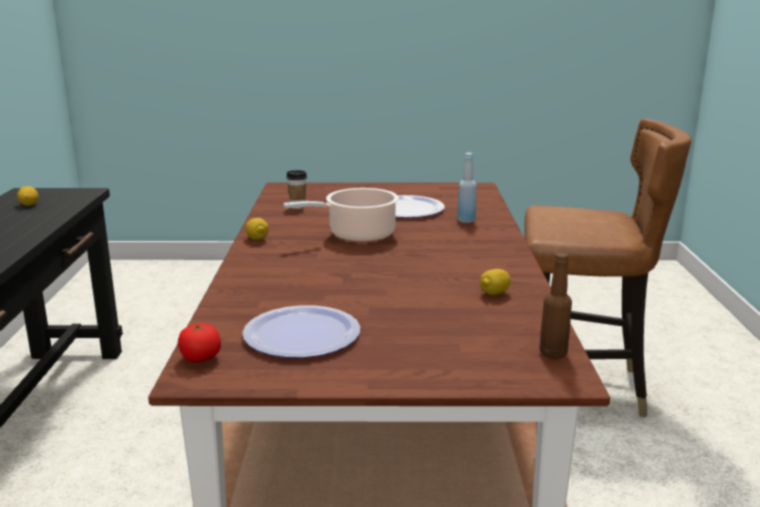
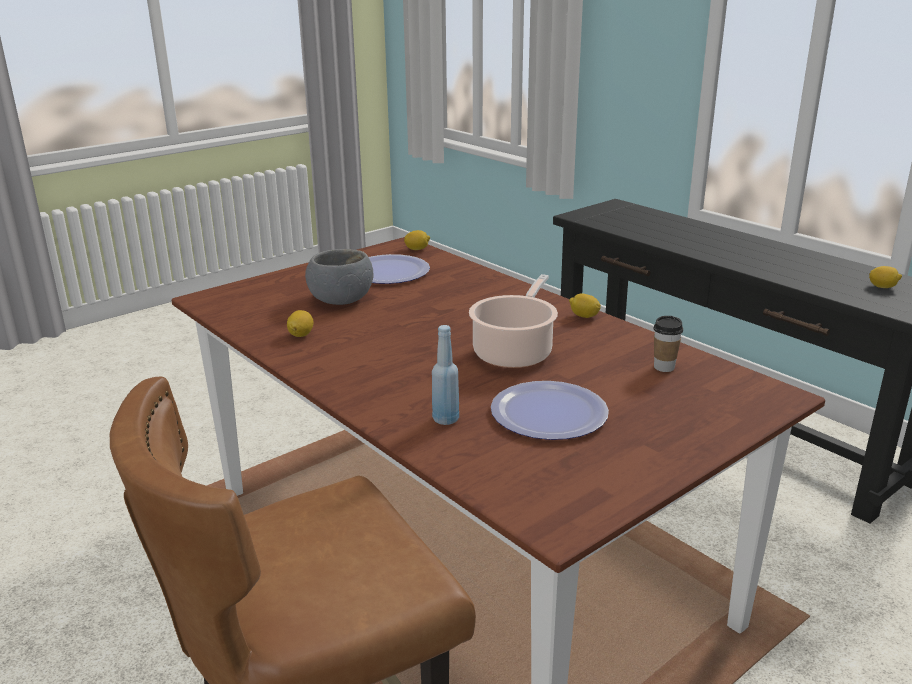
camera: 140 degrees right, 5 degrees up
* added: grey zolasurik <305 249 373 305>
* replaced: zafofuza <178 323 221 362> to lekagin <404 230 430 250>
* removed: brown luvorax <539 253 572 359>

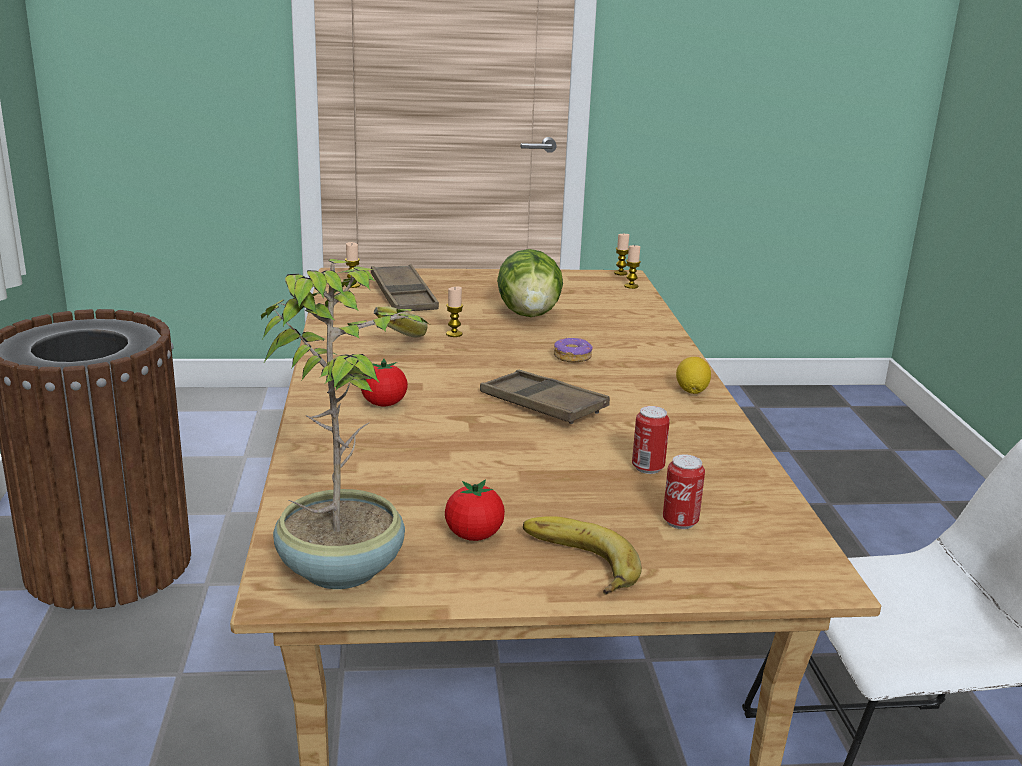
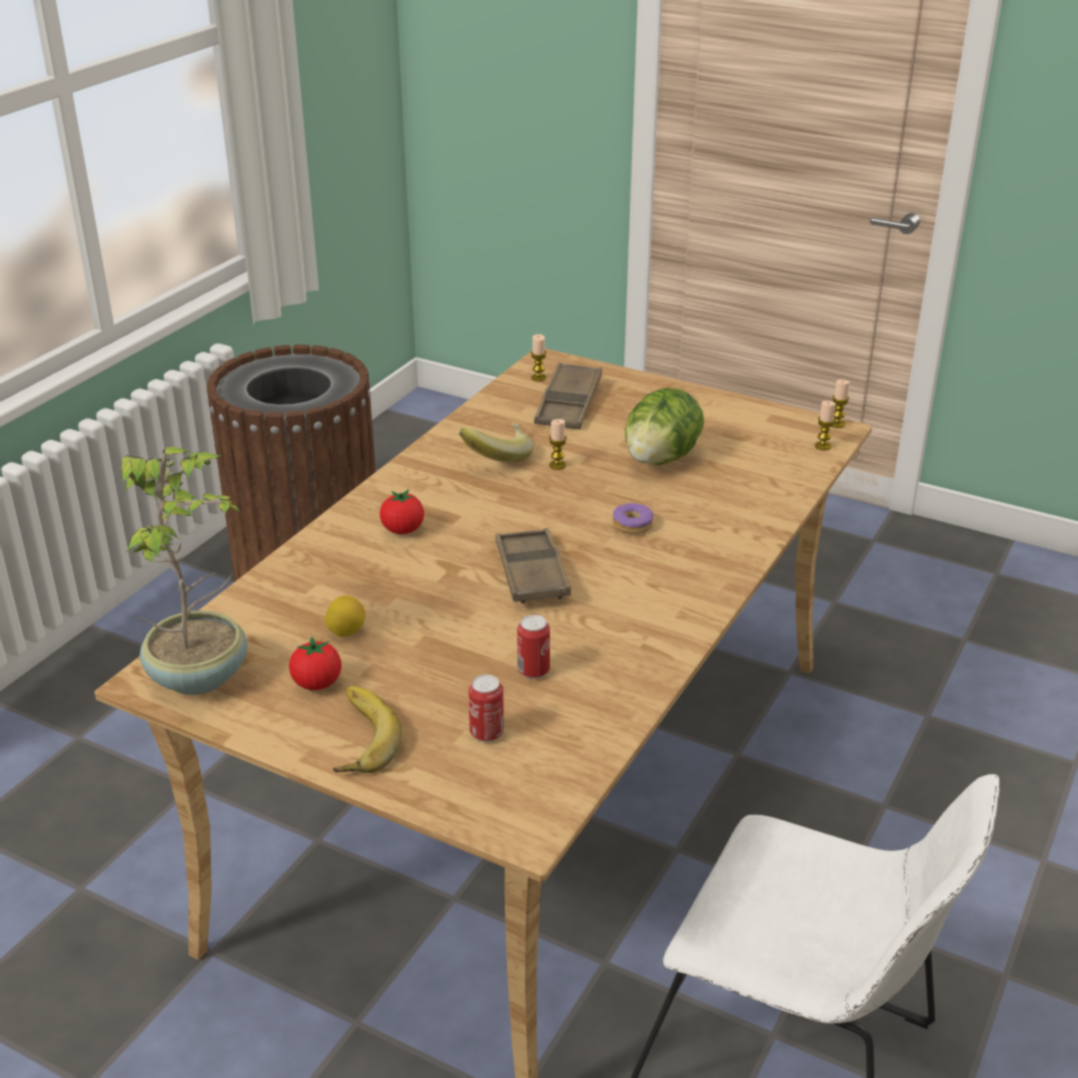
camera: 35 degrees right, 10 degrees up
* moved: lekagin <676 357 711 394> to <325 596 365 637>

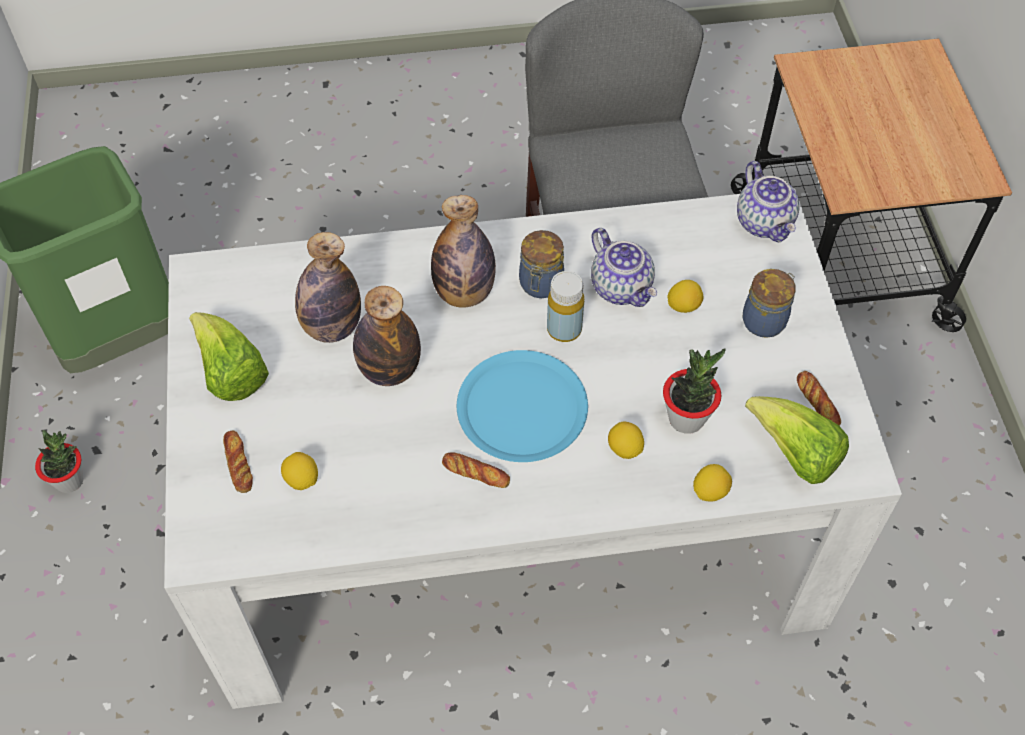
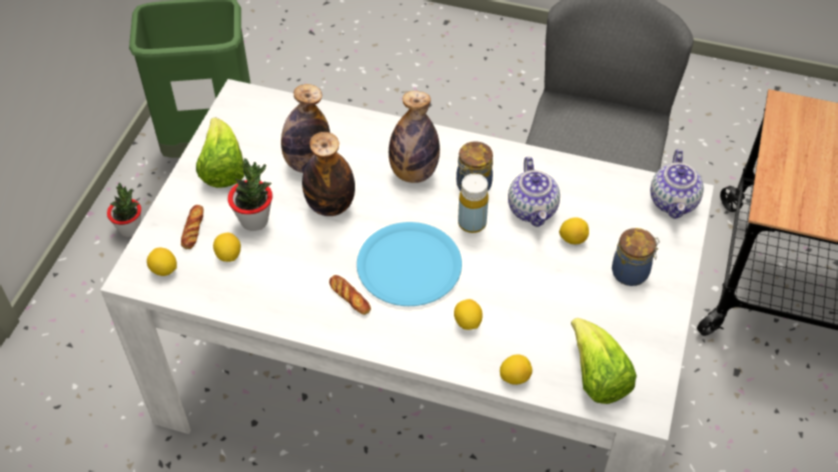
camera: 25 degrees right, 5 degrees down
* added: lekagin <147 248 177 276>
* moved: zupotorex <663 348 726 434> to <228 158 273 231>
* removed: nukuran <797 371 841 426>

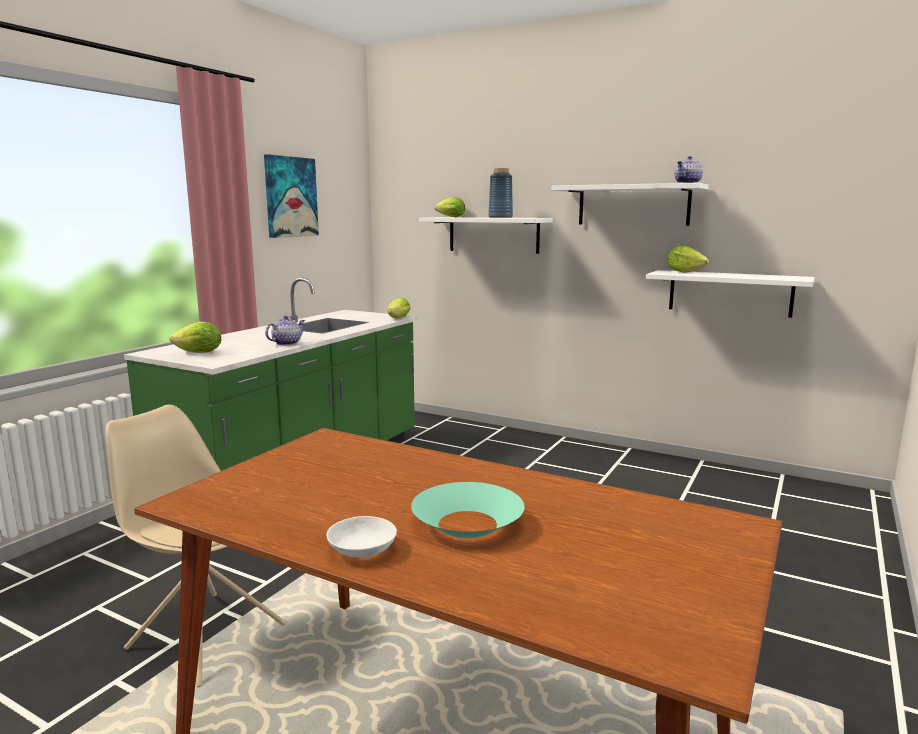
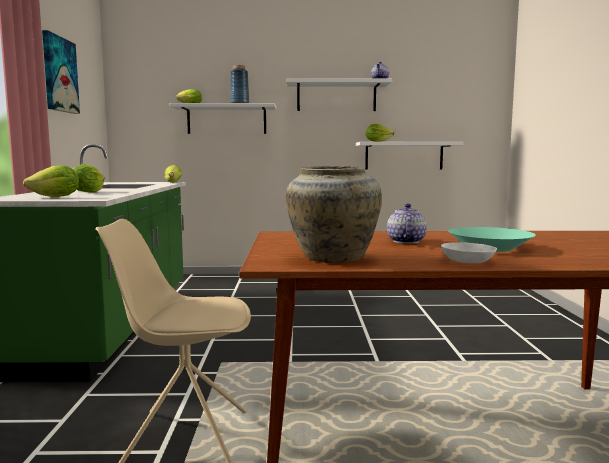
camera: 30 degrees left, 5 degrees down
* added: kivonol <73 164 105 192>
* added: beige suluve <286 166 382 263>
* moved: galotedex <265 316 306 345> to <387 203 427 244>

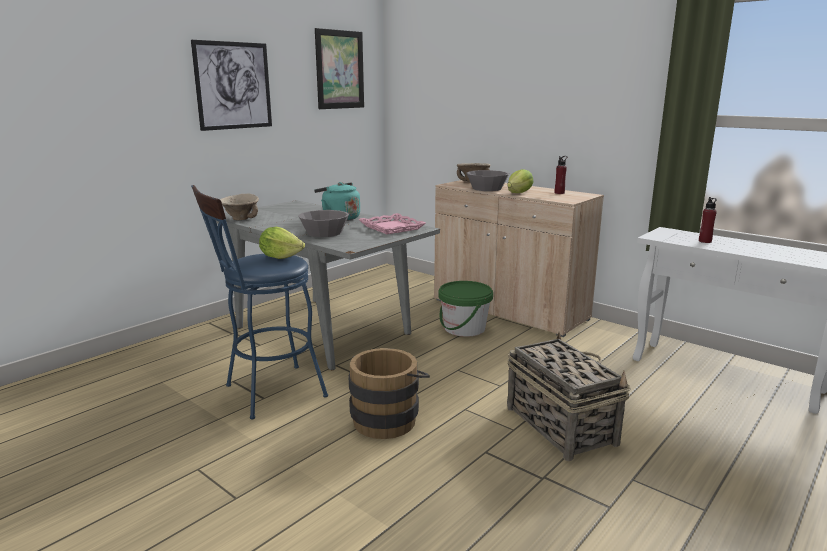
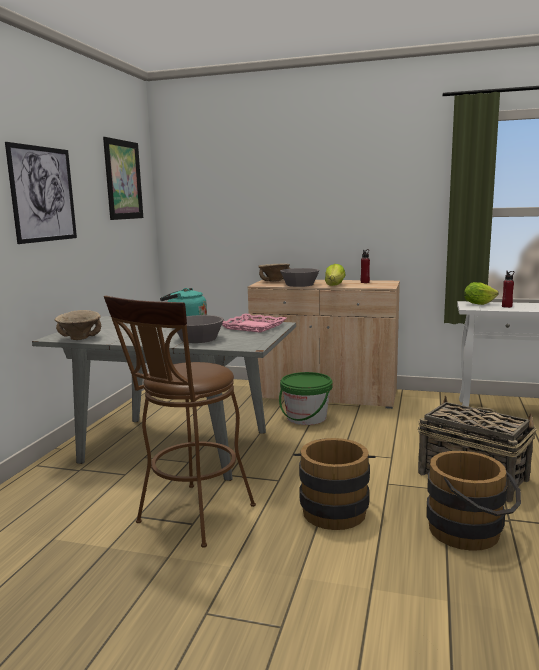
camera: 25 degrees left, 5 degrees down
* recoloured: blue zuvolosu <191 185 328 419> to brown zuvolosu <104 295 256 548>
* added: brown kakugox <426 451 521 551>
* moved: kivonol <259 227 305 259> to <464 282 499 305>

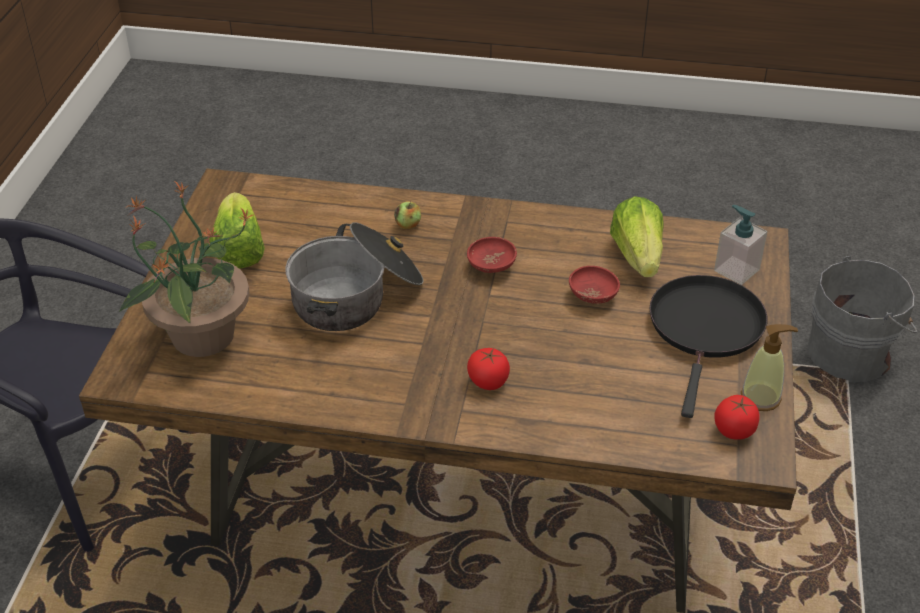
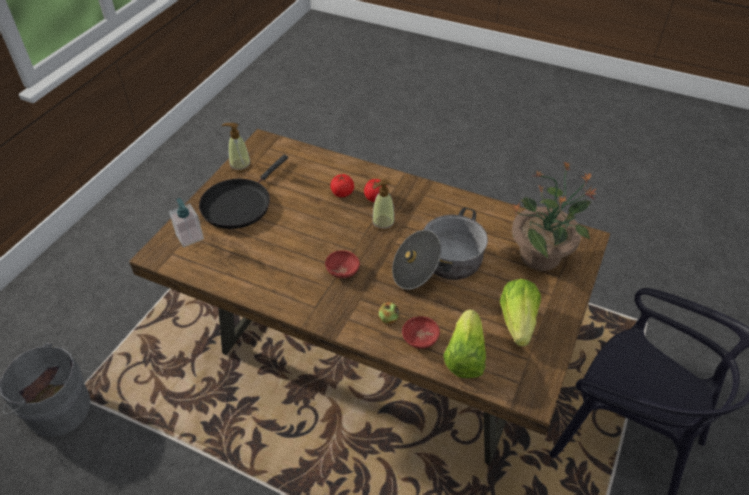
camera: 165 degrees left, 5 degrees up
* moved: zafofuza <714 395 760 440> to <330 173 354 197>
* added: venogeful <372 179 395 231>
* moved: red zolasurik <569 266 620 304> to <402 316 440 349>
* moved: kivonol <610 196 664 277> to <443 309 486 378>

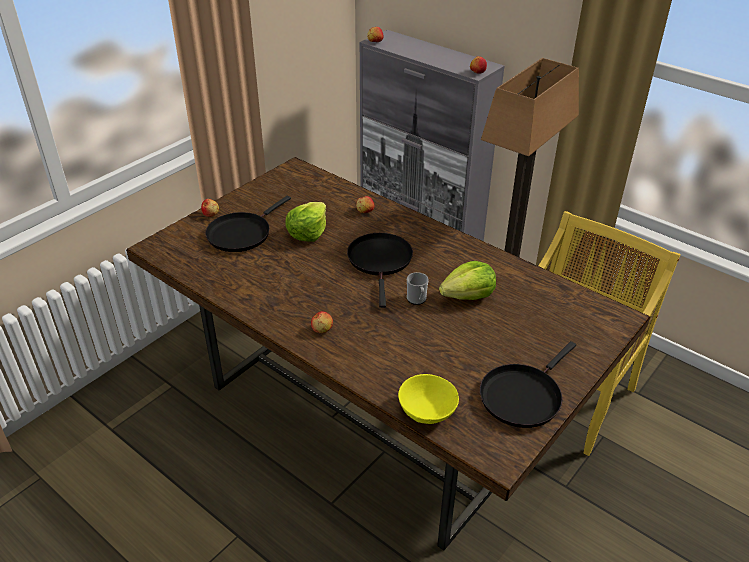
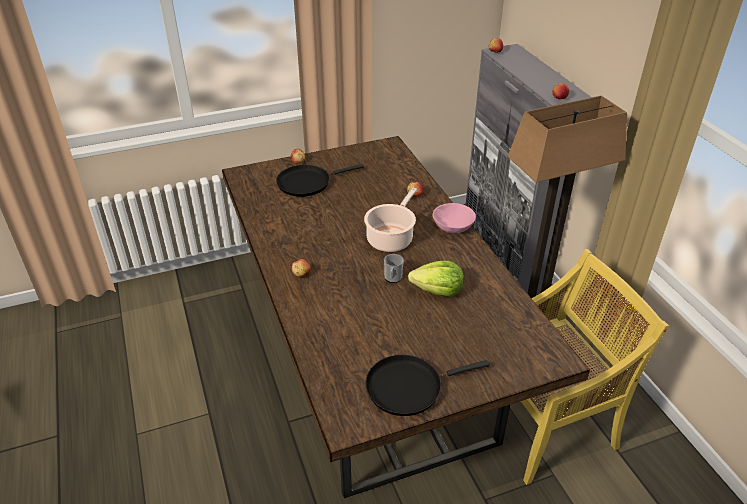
camera: 30 degrees right, 0 degrees up
* replaced: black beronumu <347 233 413 308> to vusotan <364 188 417 252>
* added: pink zolasurik <433 203 476 233>
* removed: kivonol <285 202 326 242>
* removed: yellow zolasurik <398 374 459 424>

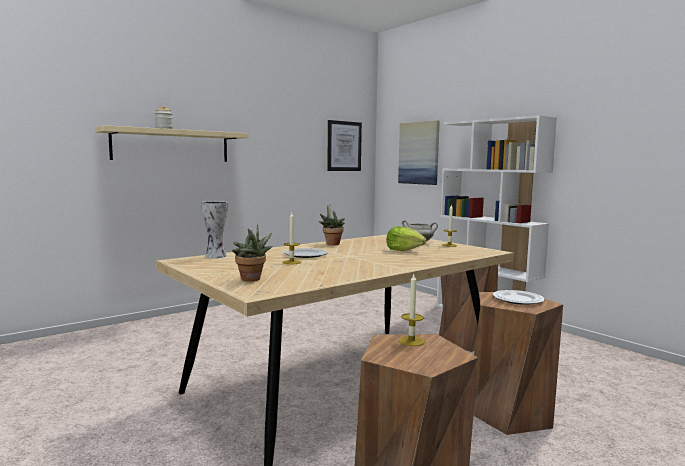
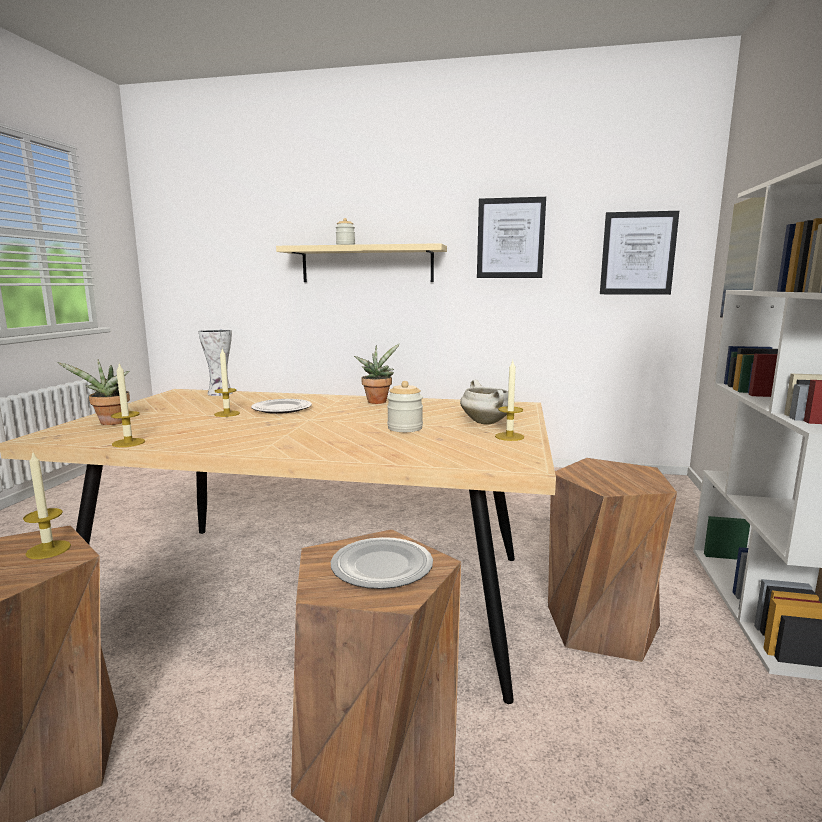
camera: 50 degrees right, 5 degrees up
* added: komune <111 364 145 447>
* replaced: kivonol <386 227 426 251> to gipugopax <387 381 423 432>
* added: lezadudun <477 197 546 278>

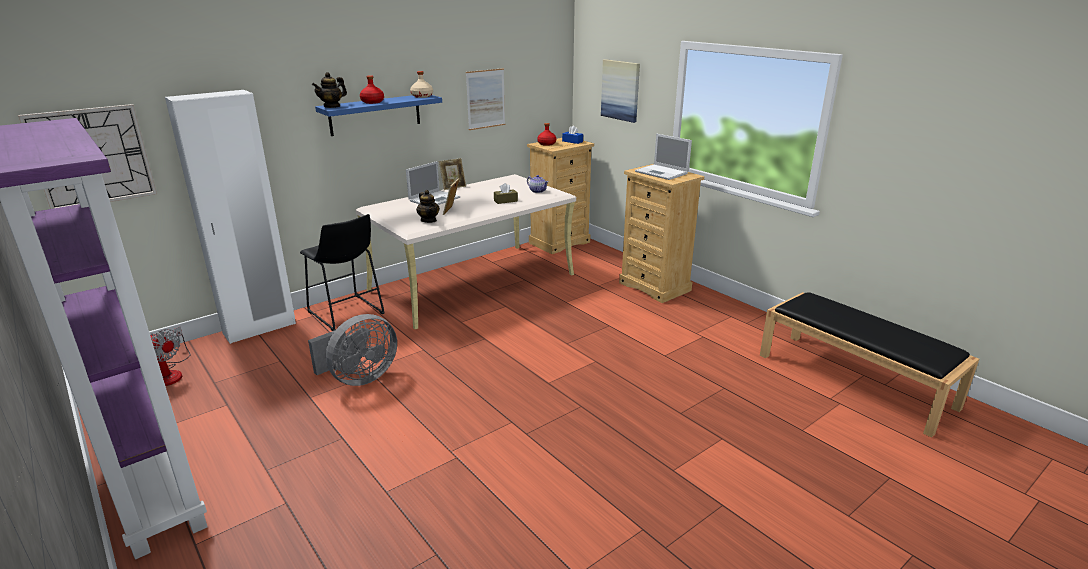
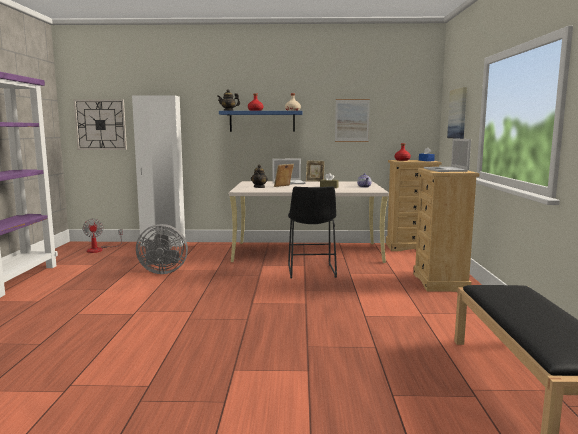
camera: 40 degrees right, 15 degrees down
* moved: black zuvolosu <300 214 384 331> to <288 186 337 279>

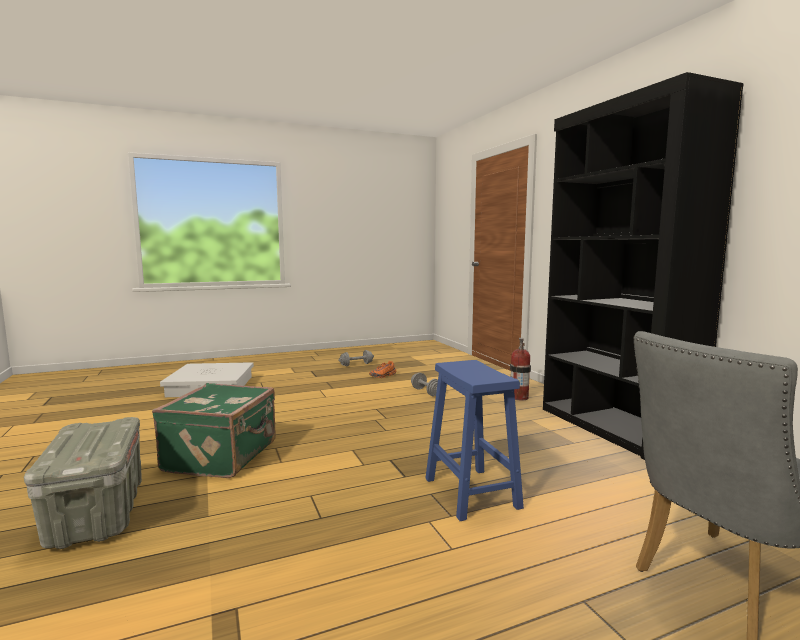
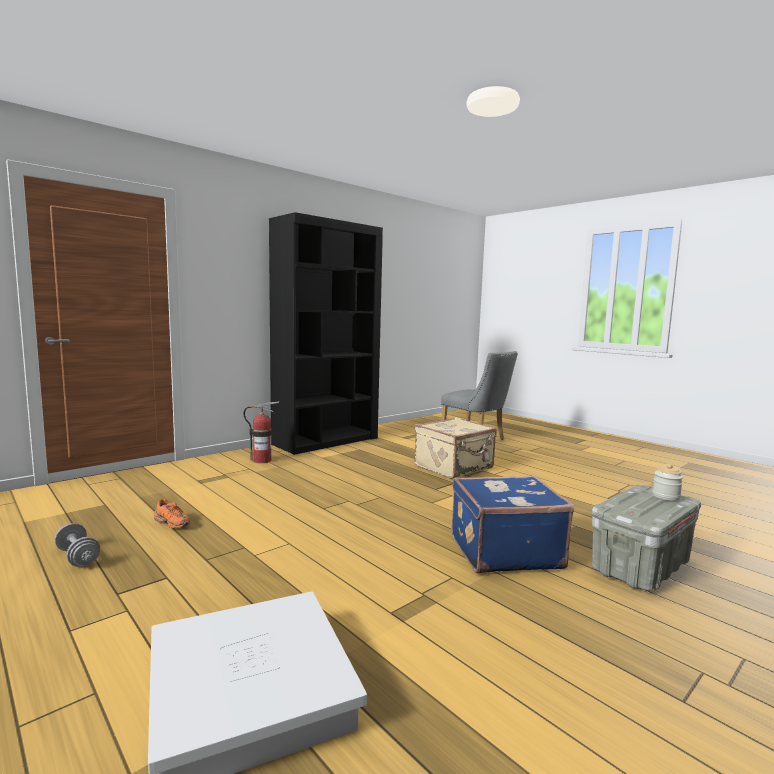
camera: 110 degrees left, 0 degrees up
* replaced: blue zuvolosu <425 360 524 521> to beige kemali <414 417 497 479>
* recoloured: green kemali <152 383 276 478> to blue kemali <452 475 574 574>
* added: gipugopax <652 464 683 501>
* removed: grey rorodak <411 373 438 396>

